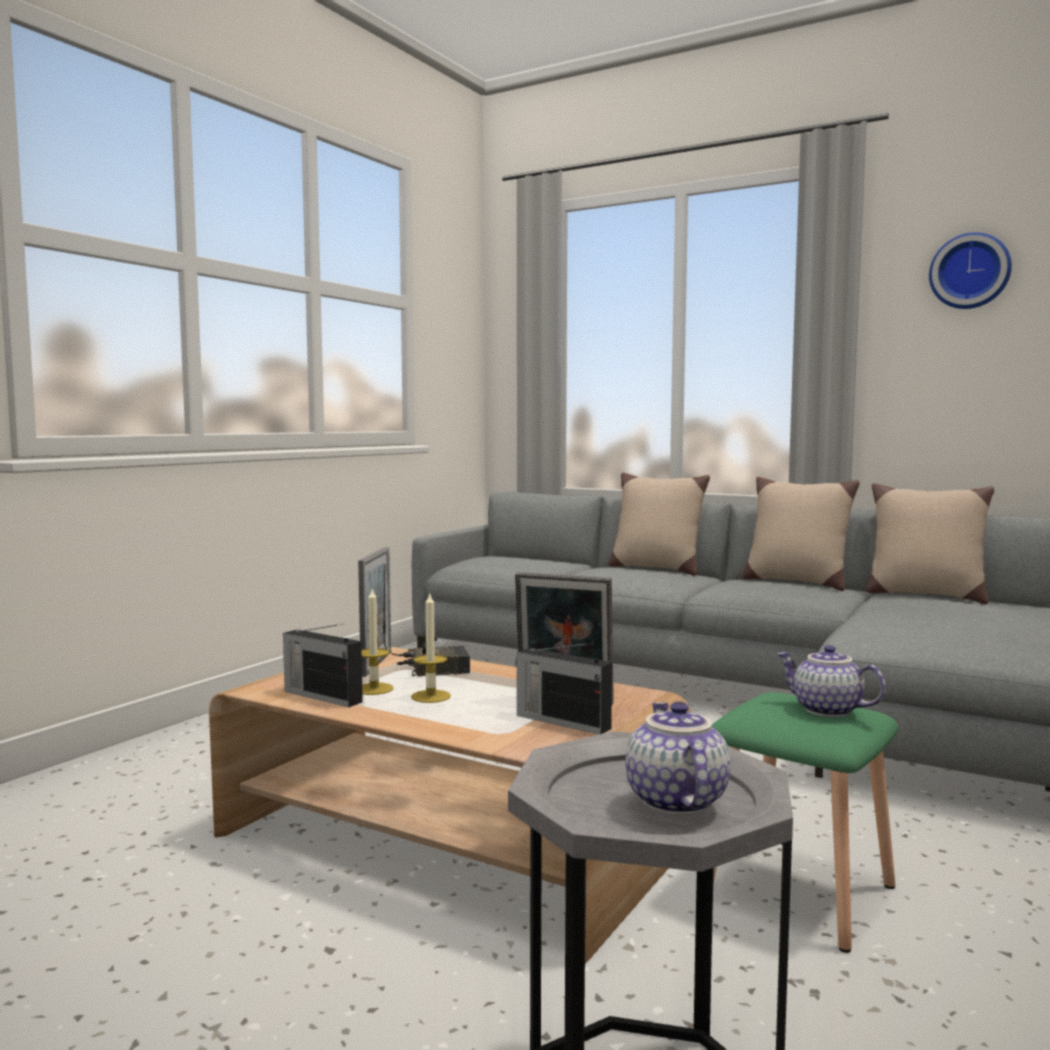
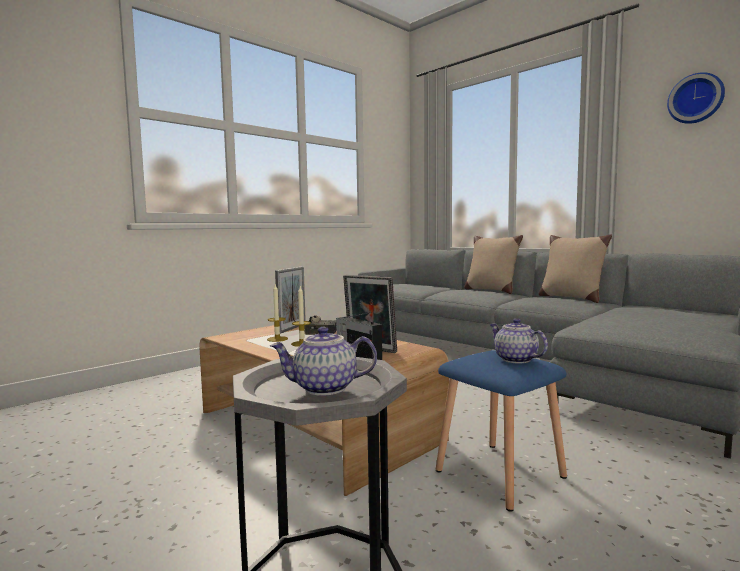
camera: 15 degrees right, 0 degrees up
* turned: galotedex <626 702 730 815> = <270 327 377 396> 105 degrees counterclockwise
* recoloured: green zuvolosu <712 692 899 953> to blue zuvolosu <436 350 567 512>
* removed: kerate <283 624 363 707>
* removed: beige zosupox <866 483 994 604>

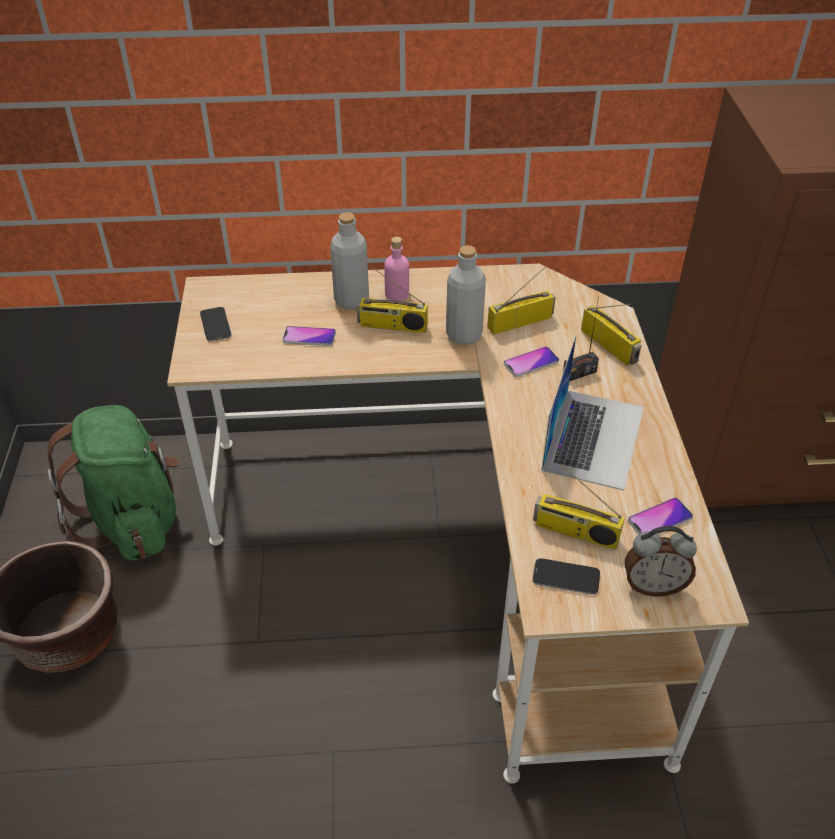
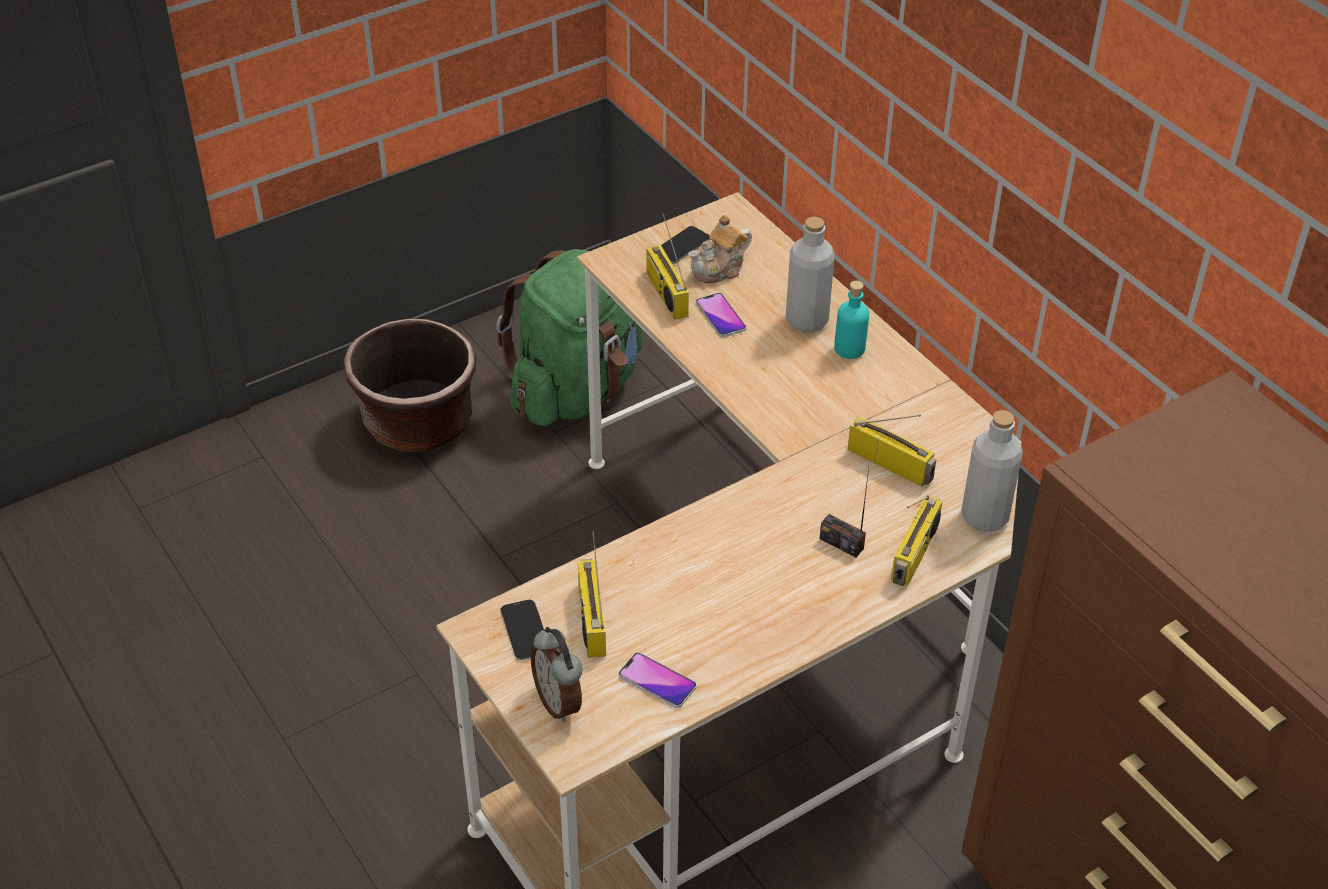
camera: 60 degrees right, 0 degrees up
* moved: kerate <357 266 428 333> to <647 214 689 320>
* added: galotedex <688 215 752 283>
* recoloured: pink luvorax <384 237 409 301> to turquoise luvorax <834 281 869 359>
* moved: grey luvorax <446 245 486 345> to <961 410 1023 532>
* removed: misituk <504 346 559 377>
* removed: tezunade <541 335 644 490>

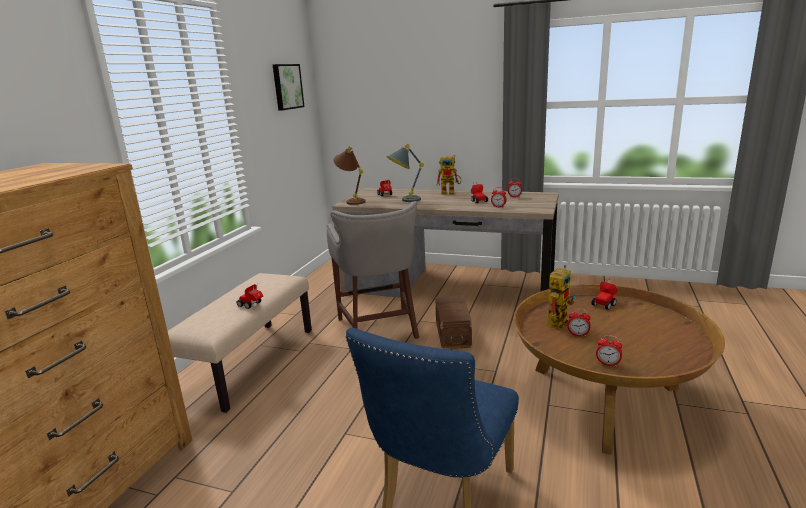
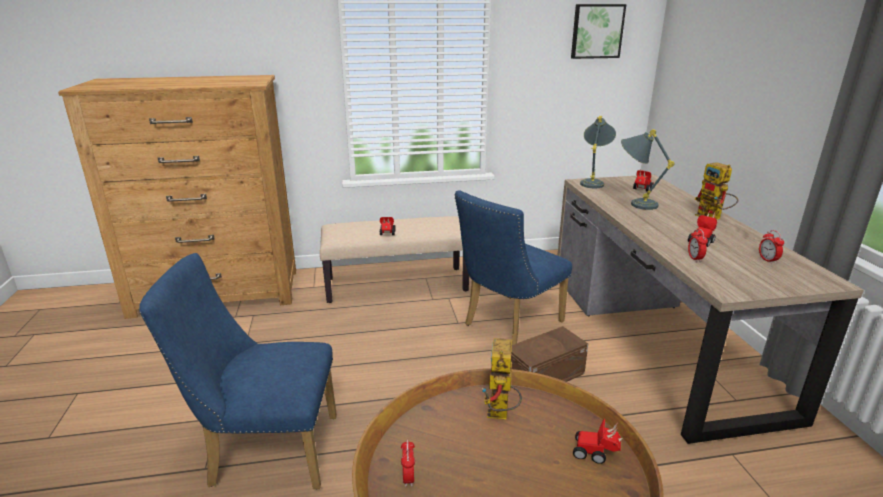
camera: 60 degrees right, 5 degrees up
* replaced: grey zuvolosu <327 201 419 339> to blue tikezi <454 190 572 345>
* turned: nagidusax <548 265 576 329> = <481 338 522 420> 90 degrees clockwise
* recoloured: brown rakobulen <333 146 365 205> to grey rakobulen <580 116 616 188>
* removed: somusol <568 308 591 337>

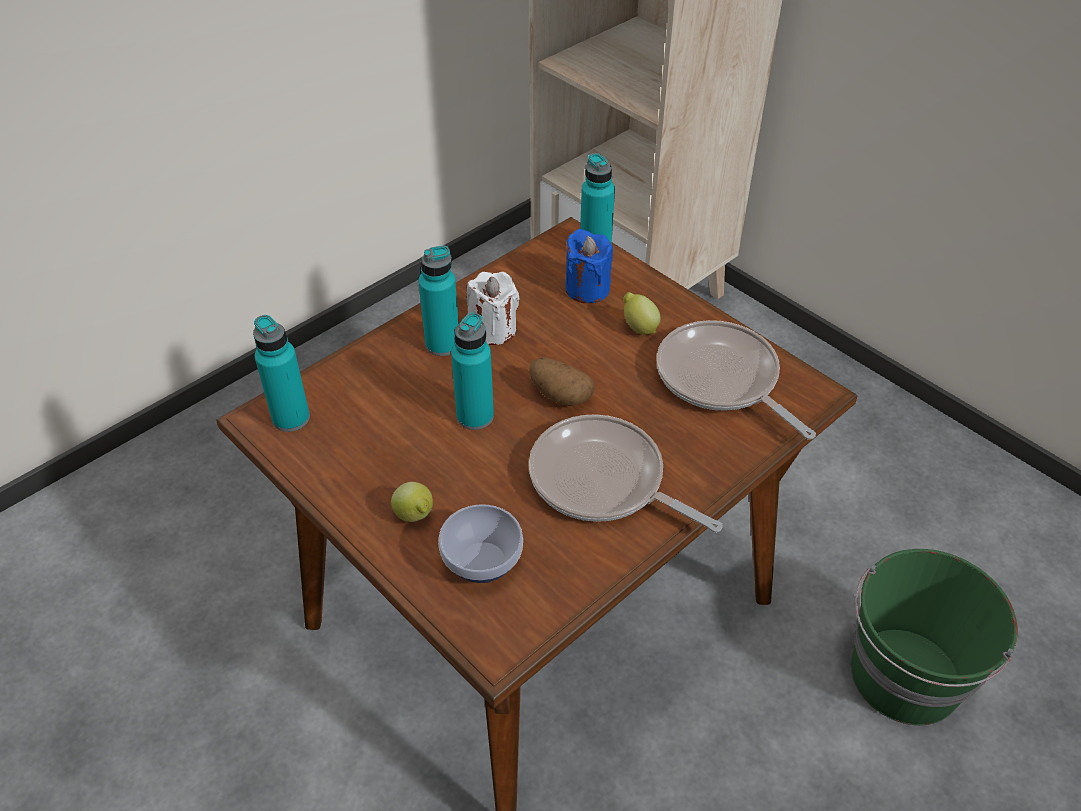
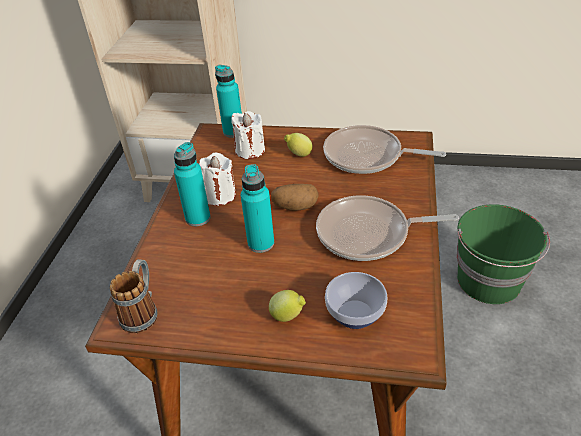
camera: 35 degrees left, 5 degrees down
* replaced: turquoise luvorax <253 315 310 432> to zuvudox <110 259 158 333>
* recoloured: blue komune <565 229 613 303> to white komune <231 111 265 159>

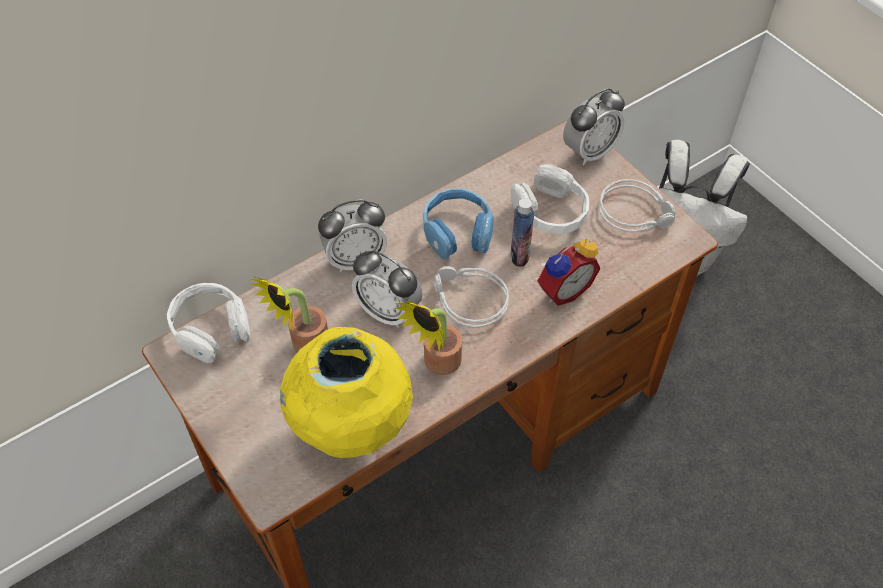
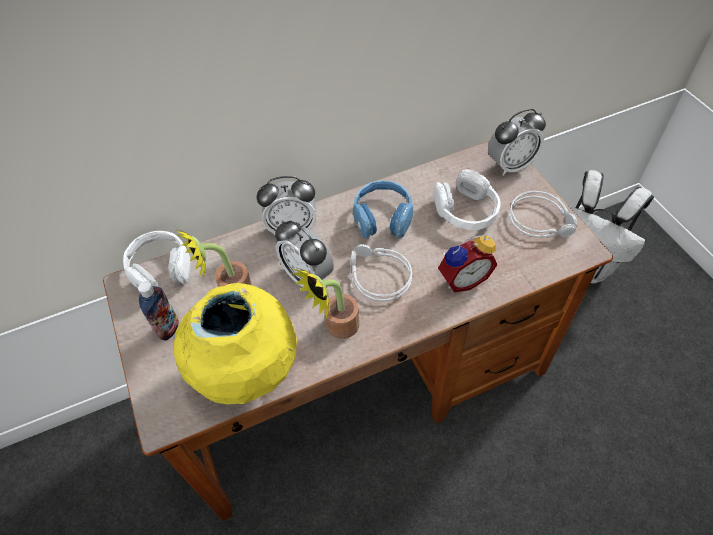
camera: 15 degrees right, 0 degrees up
* moved: luvorax <510 198 534 267> to <138 282 179 341>

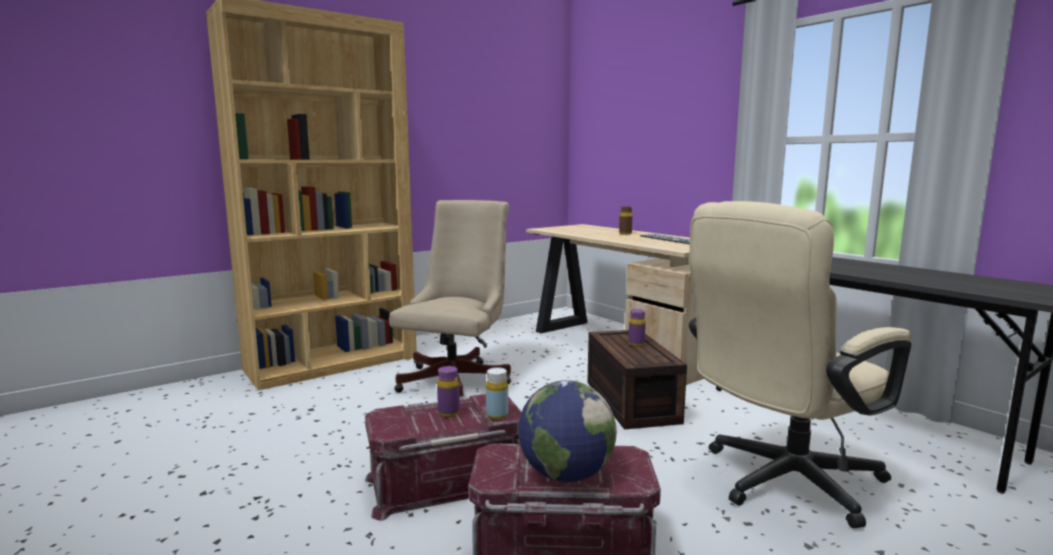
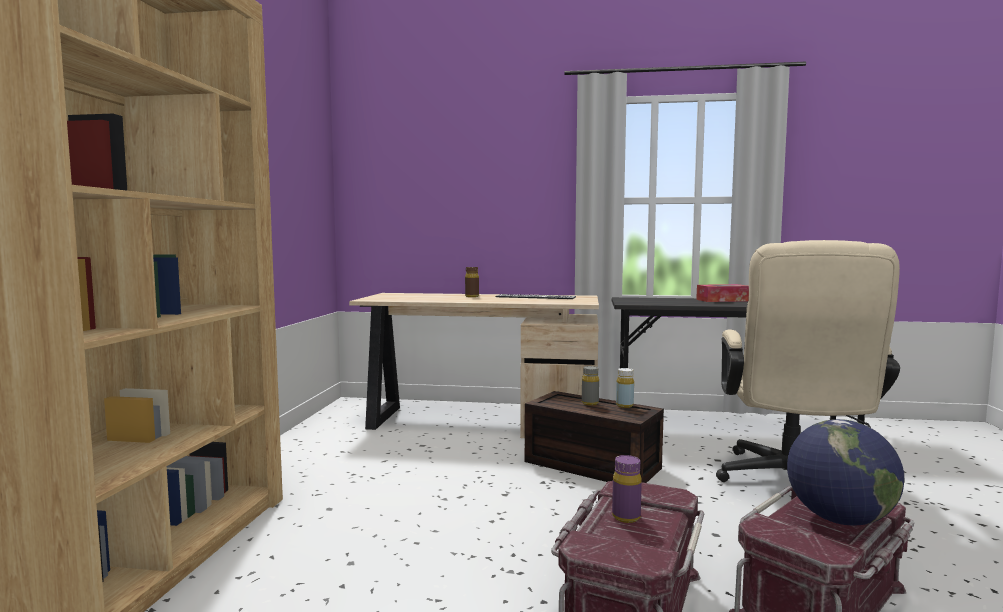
camera: 45 degrees left, 5 degrees down
* recoloured: purple luvorax <628 309 646 347> to grey luvorax <582 366 599 405>
* moved: yellow luvorax <486 367 508 420> to <616 368 634 408>
* added: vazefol <696 284 749 302>
* removed: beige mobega <389 200 511 397>

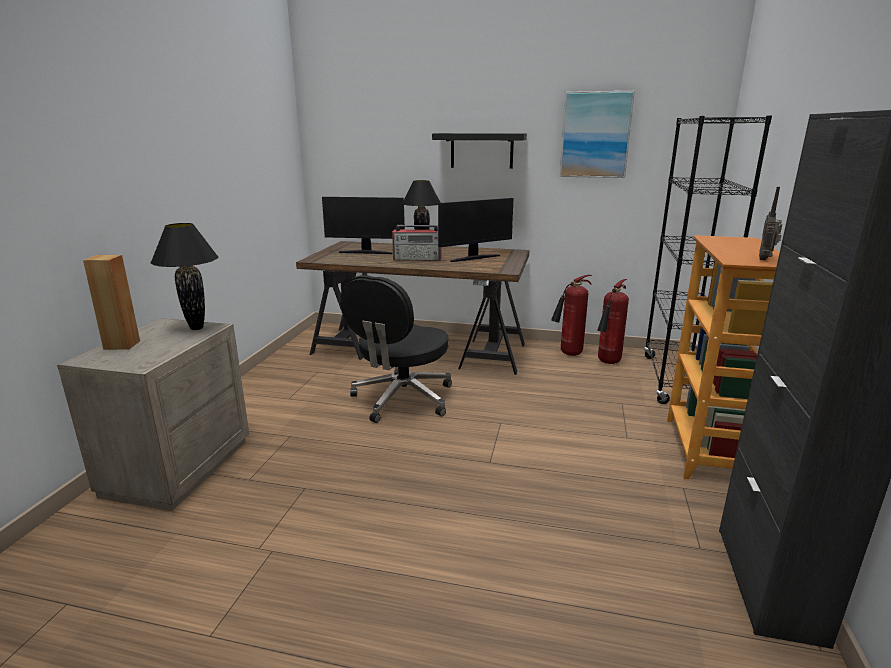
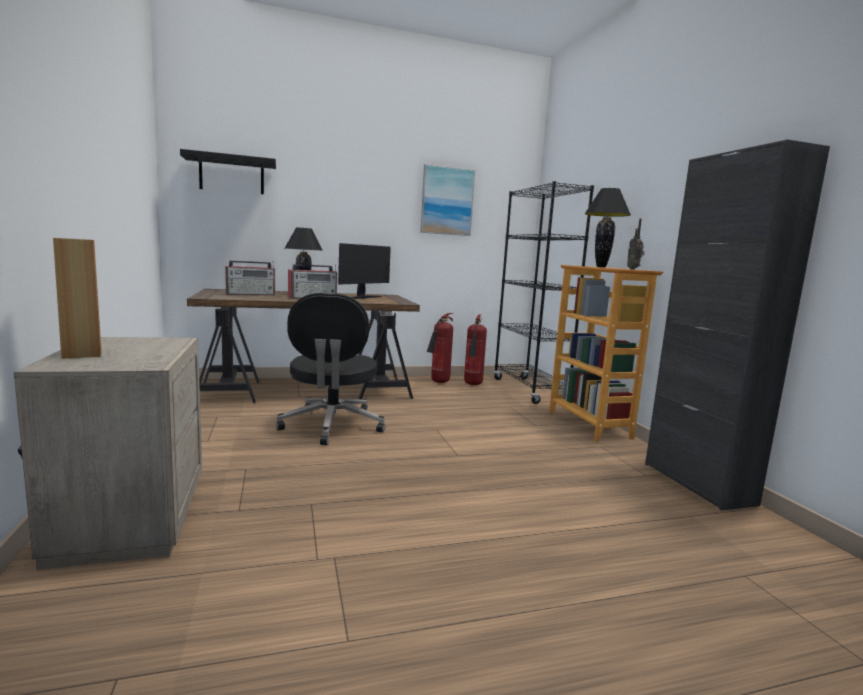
camera: 30 degrees left, 10 degrees down
* moved: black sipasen <432 133 527 169> to <180 149 276 194>
* replaced: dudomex <322 197 405 254> to kerate <225 261 275 296>
* moved: black rakobulen <150 223 218 330> to <585 188 631 267>

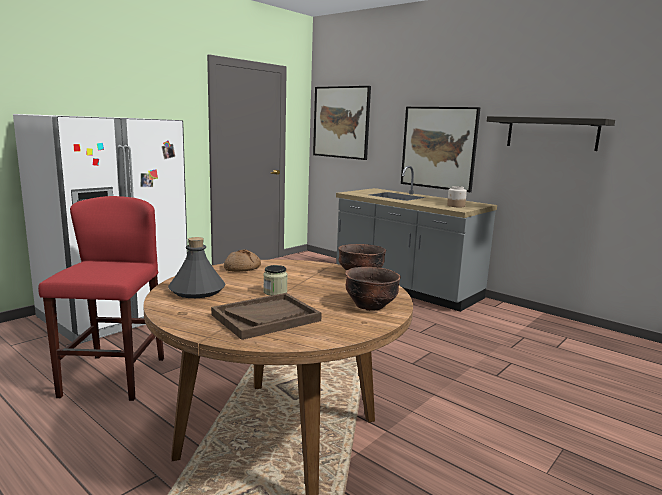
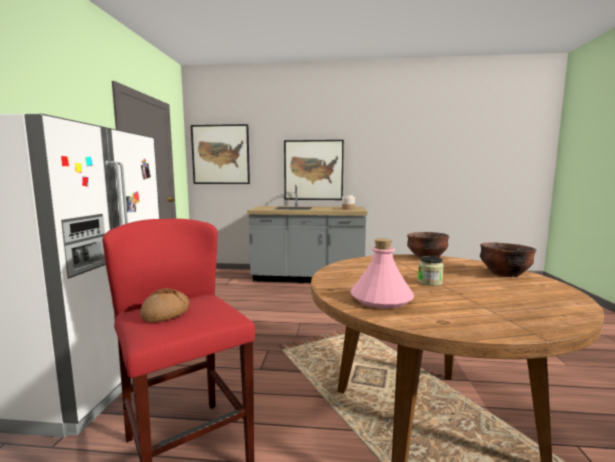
camera: 35 degrees left, 5 degrees down
* moved: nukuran <224 250 261 272> to <140 288 190 322>
* recoloured: grey luvorax <168 237 225 298> to pink luvorax <350 238 414 309>
* removed: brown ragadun <211 293 322 340>
* removed: sipasen <487 116 615 151>

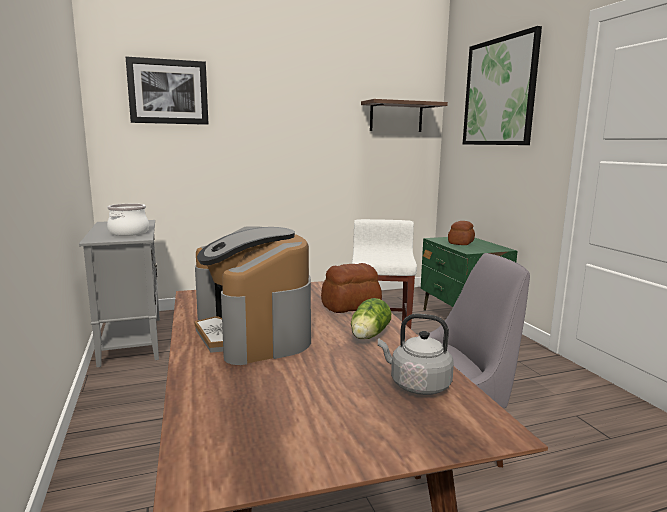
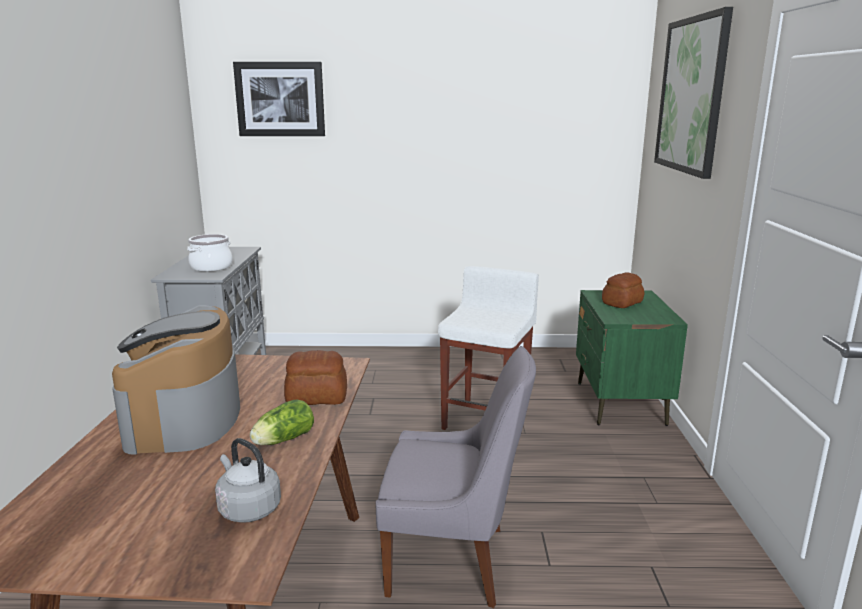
camera: 20 degrees right, 5 degrees up
* removed: sipasen <361 99 448 132>

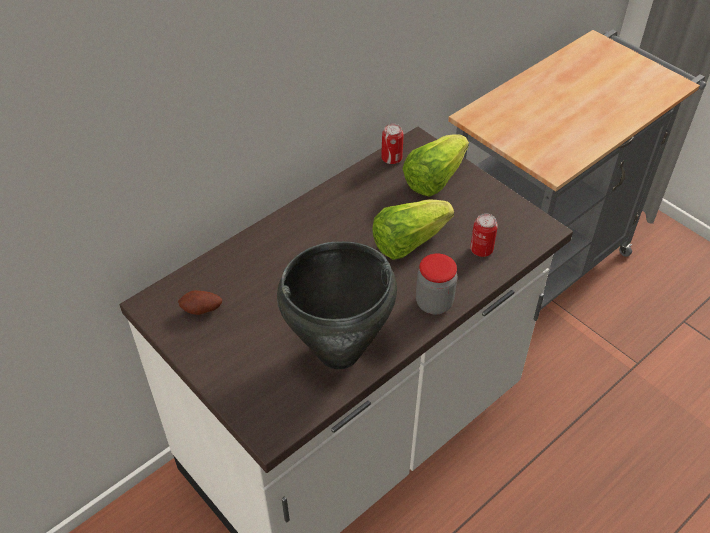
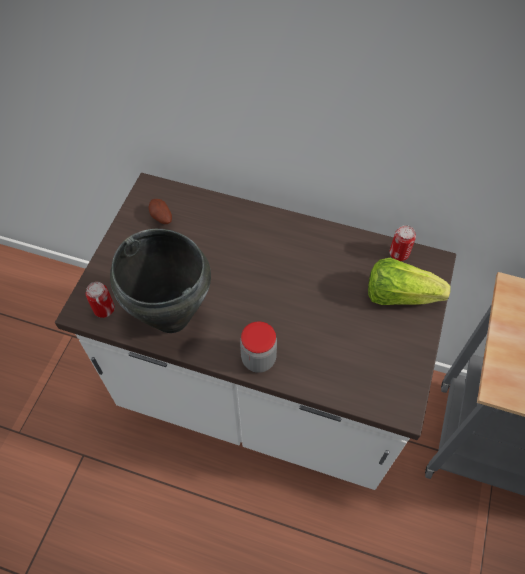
camera: 60 degrees right, 10 degrees up
* moved: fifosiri <470 213 498 257> to <86 282 115 318>
* removed: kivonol <372 200 454 260>

